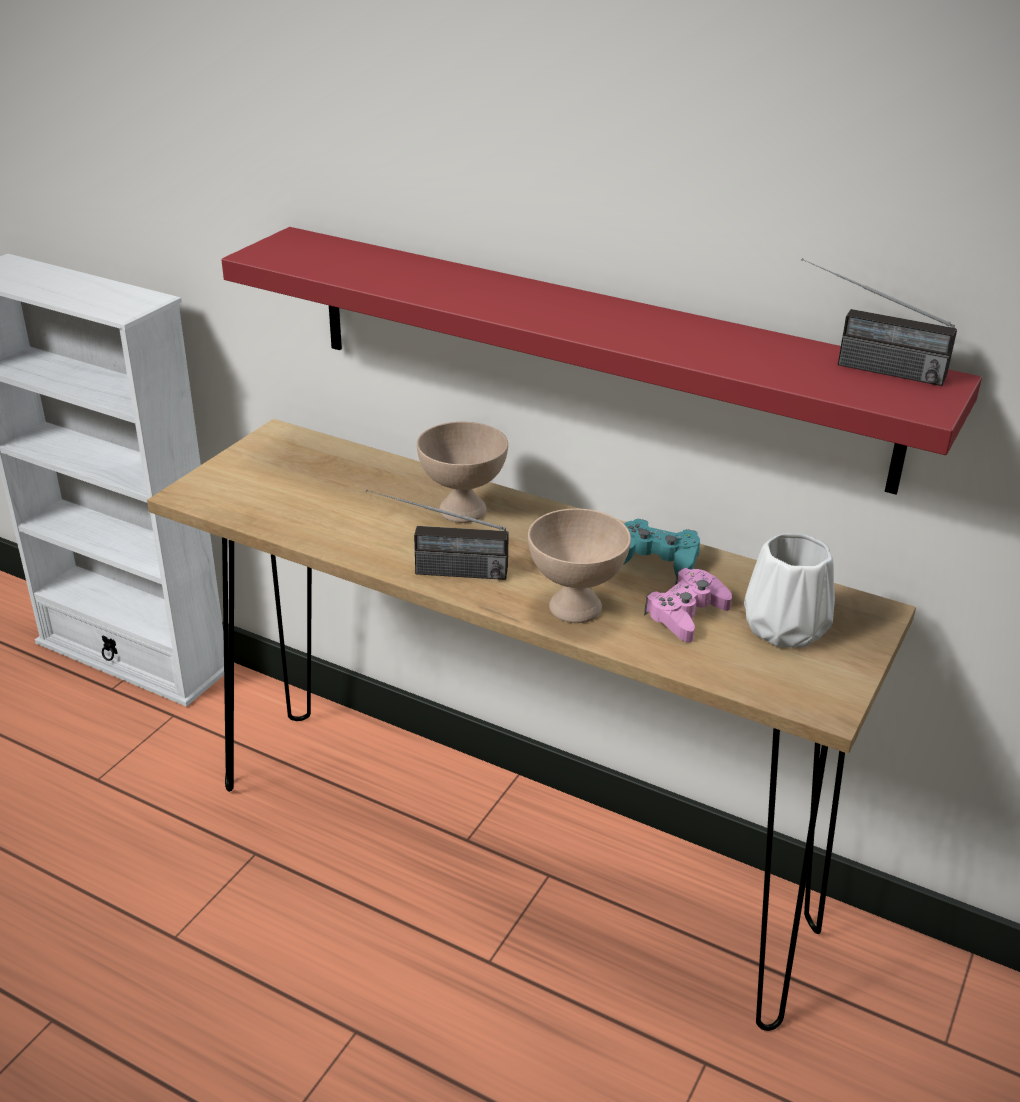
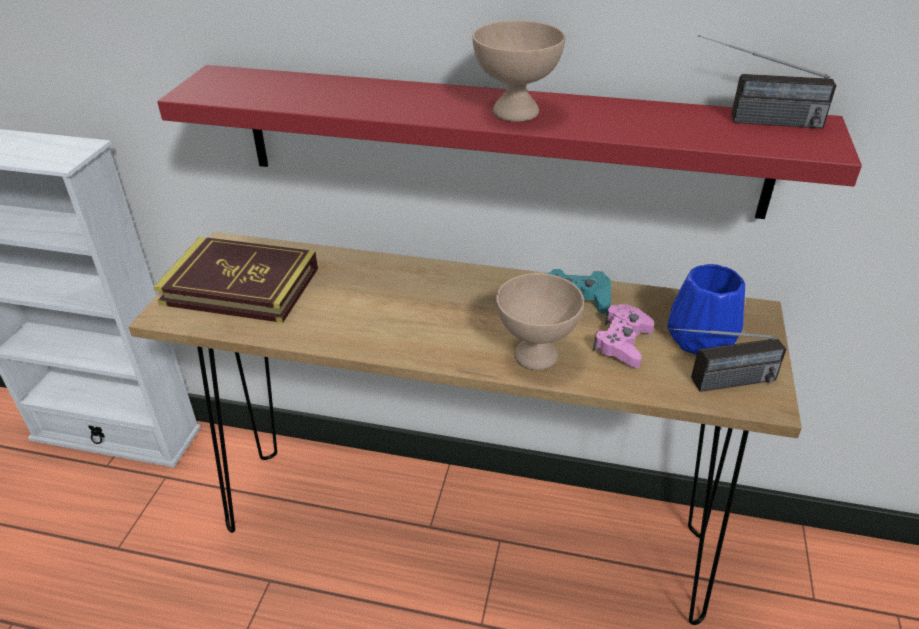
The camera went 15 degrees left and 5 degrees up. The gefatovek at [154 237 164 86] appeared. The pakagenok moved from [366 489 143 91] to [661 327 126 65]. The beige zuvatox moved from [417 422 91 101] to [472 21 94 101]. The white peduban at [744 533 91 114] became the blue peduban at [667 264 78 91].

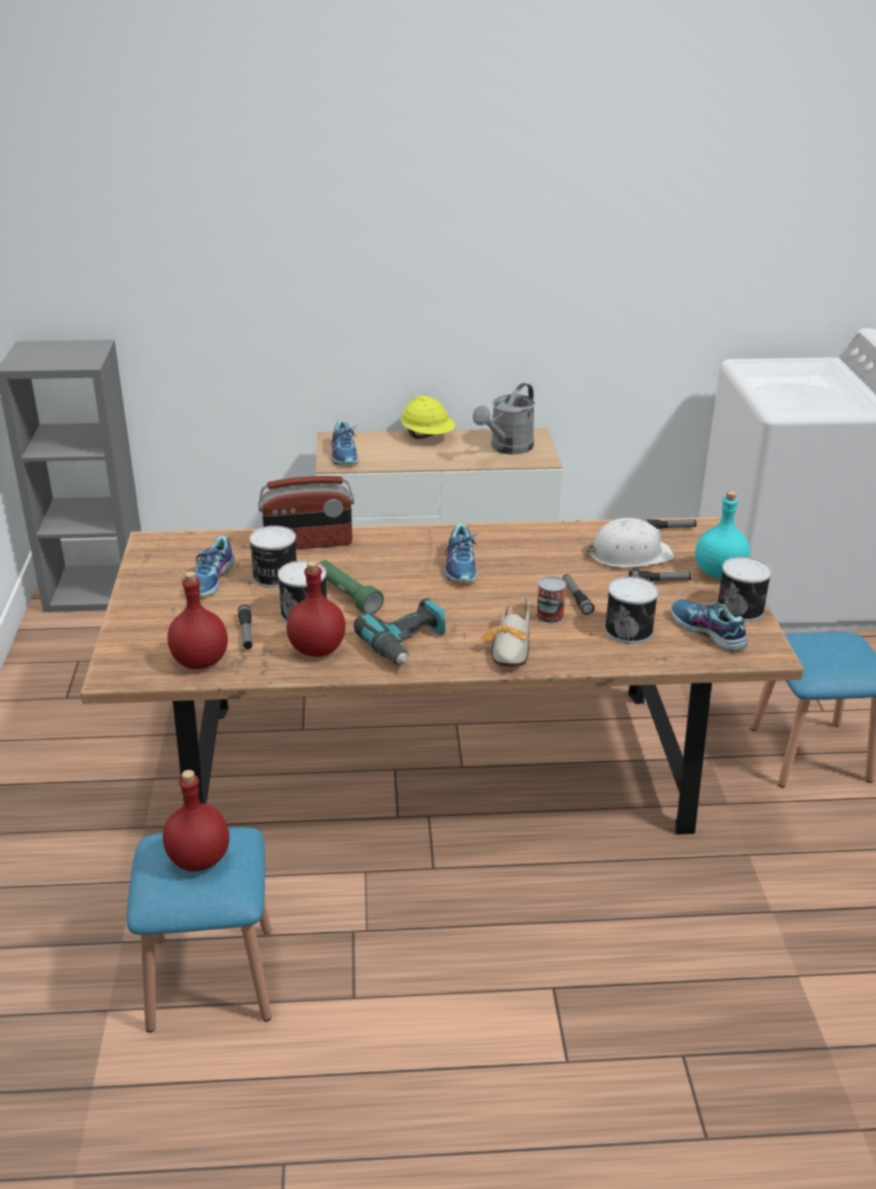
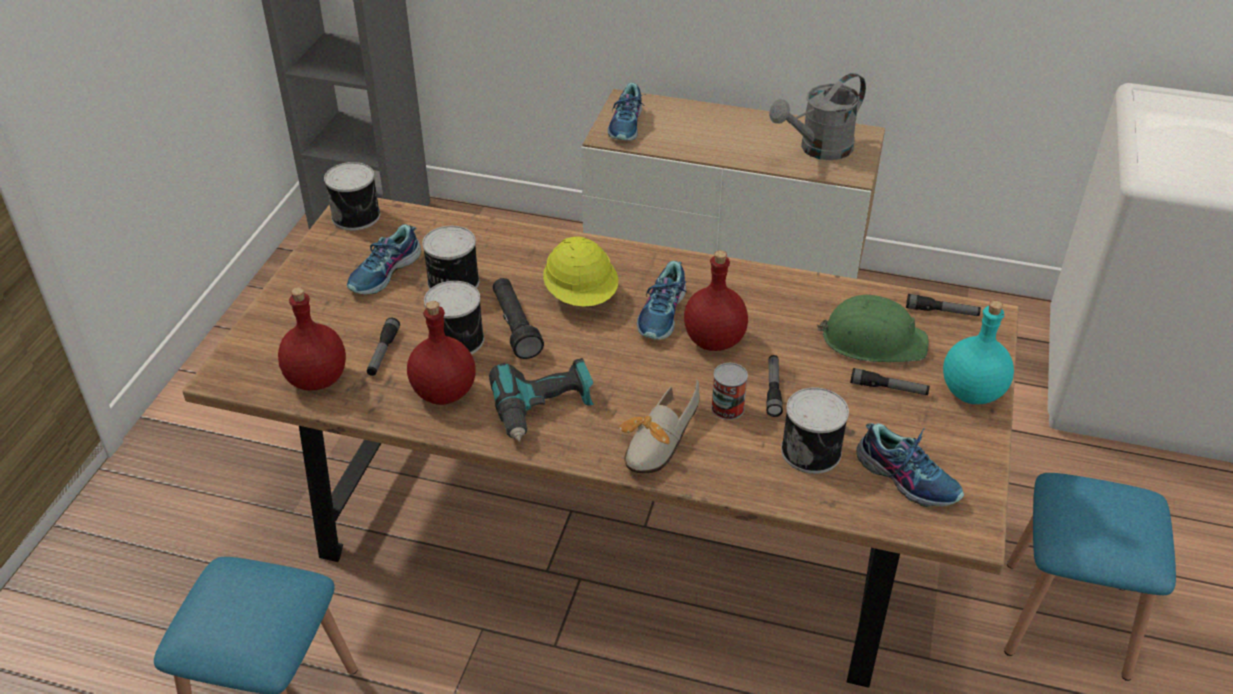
The camera went 20 degrees right and 10 degrees up. The pakagenok at [258 476 96 74] disappeared. The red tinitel moved from [163 770 66 101] to [684 250 64 101]. The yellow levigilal moved from [401 396 54 43] to [543 236 75 71]. The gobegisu moved from [717 557 55 65] to [324 162 56 68]. The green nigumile at [320 560 64 54] became the black nigumile at [493 278 51 81]. The white levigilal at [586 518 88 50] became the green levigilal at [817 295 112 67]. The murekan at [671 599 77 53] turned 150 degrees clockwise.

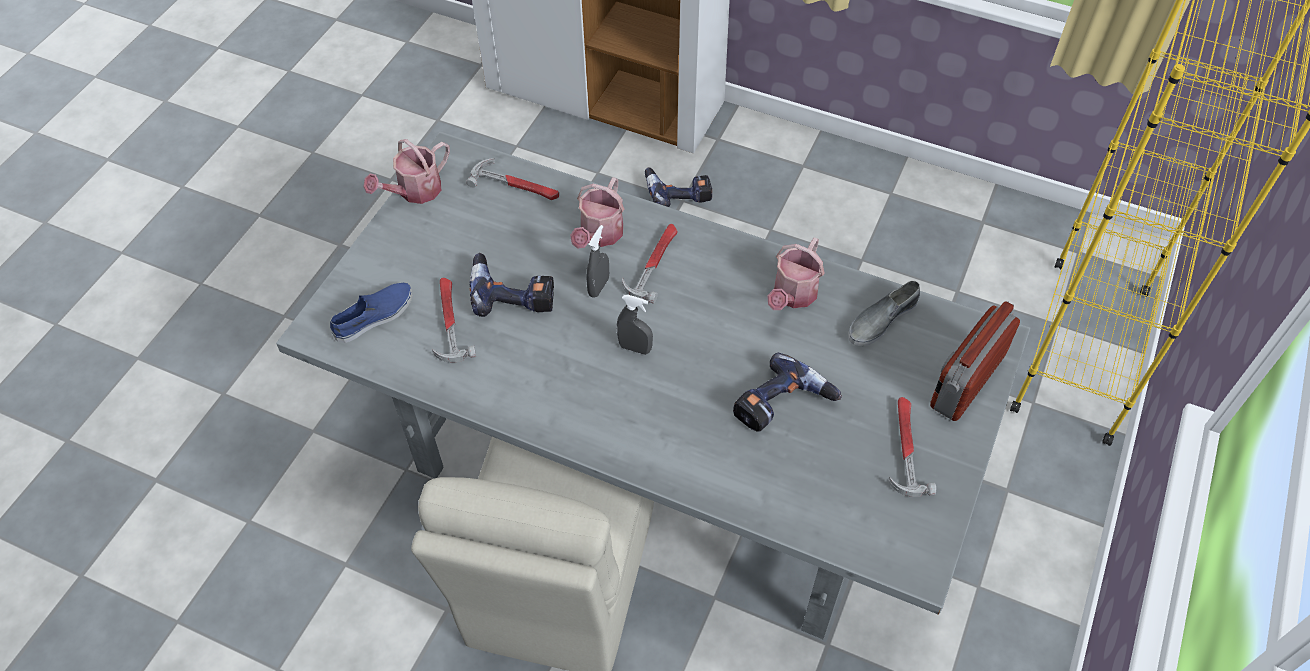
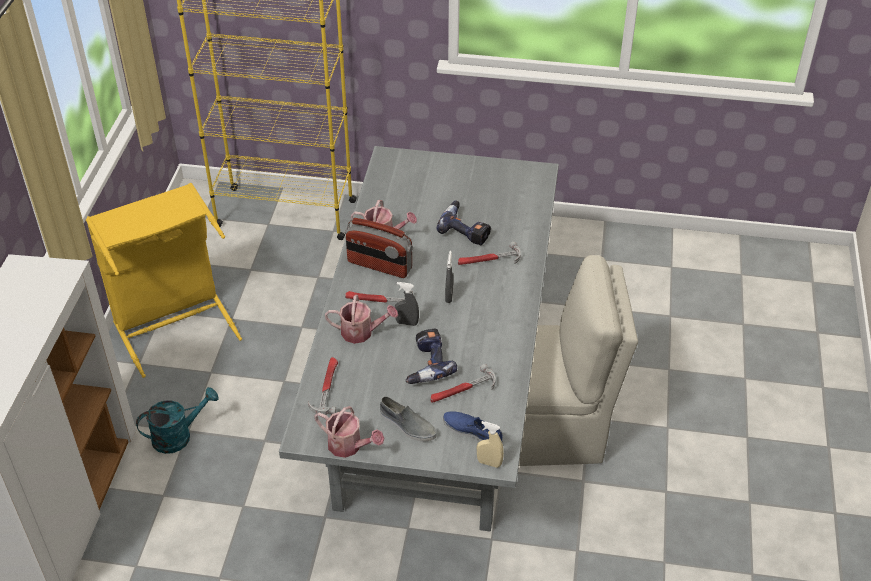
The camera went 105 degrees left and 10 degrees down. The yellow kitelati at [86 183 156 195] appeared. The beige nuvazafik at [477 421 27 47] appeared. The grey murekan moved from [848 280 72 66] to [380 396 56 46]. The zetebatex moved from [888 397 48 100] to [458 242 63 23]. The pakagenok moved from [930 301 90 120] to [345 218 68 60]. The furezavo at [645 168 67 39] was replaced by the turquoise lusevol at [136 387 83 67].

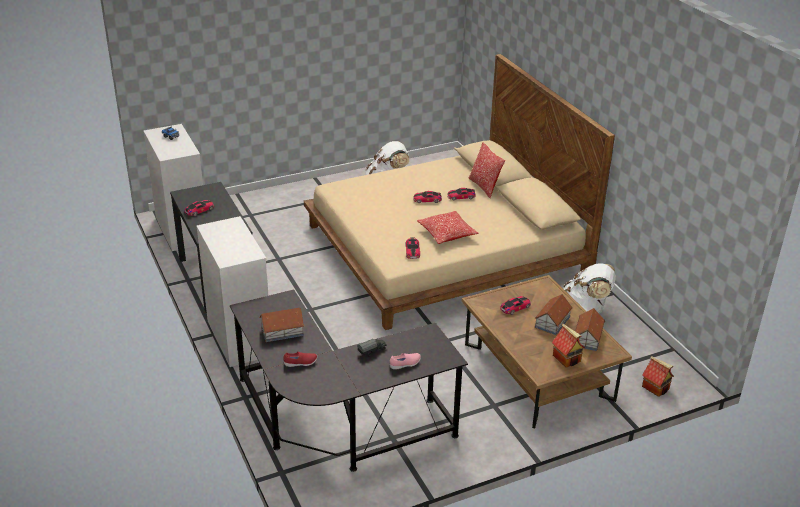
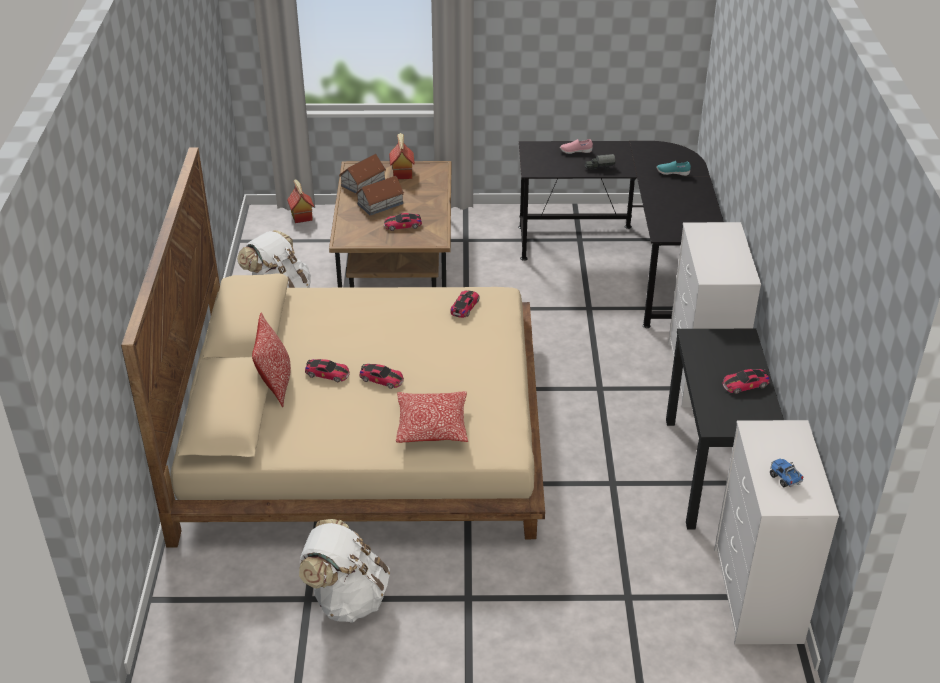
The camera went 155 degrees left and 5 degrees up. The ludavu at [259 308 45 34] disappeared. The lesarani moved from [417 211 61 33] to [396 391 72 52]. The red murekan at [283 352 34 15] became the turquoise murekan at [656 161 35 15].

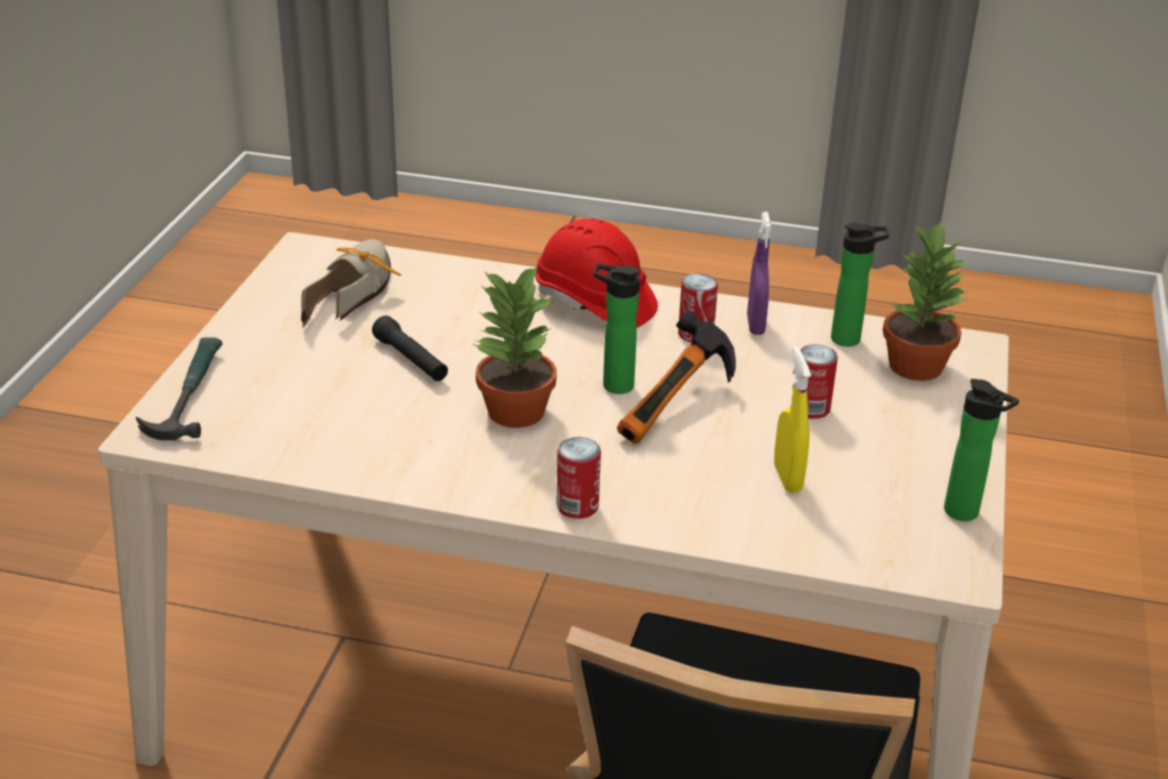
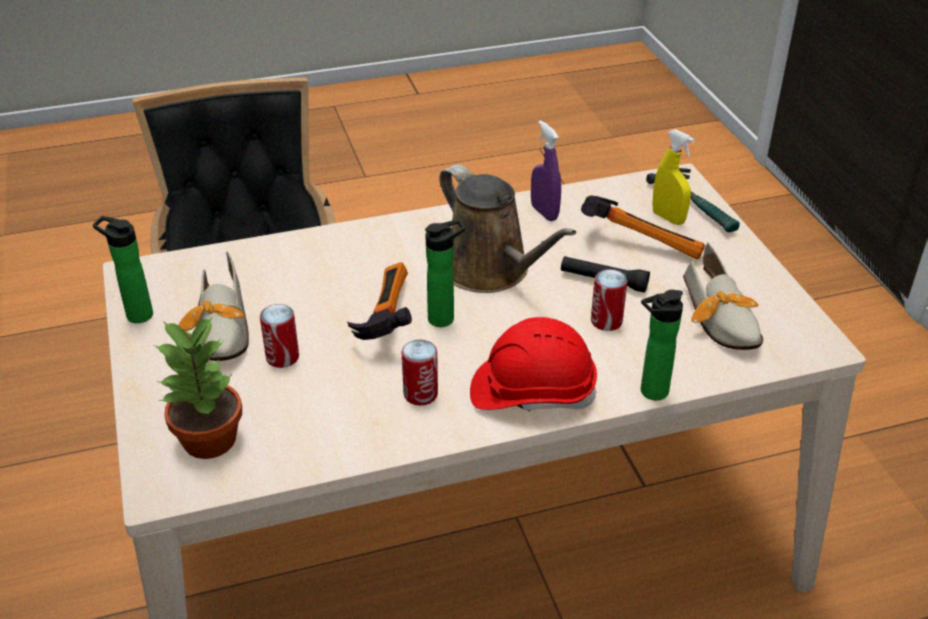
The camera went 150 degrees right and 5 degrees up. The murekan at [178 251 71 110] appeared. The zetebatex at [581 195 124 64] appeared. The gobegisu moved from [557 437 44 82] to [591 269 37 62]. The purple nuvazafik moved from [747 212 24 123] to [531 120 30 101]. The yellow nuvazafik moved from [774 346 37 147] to [652 129 43 96]. The tinitel moved from [831 223 58 124] to [641 290 42 110]. The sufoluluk at [473 265 84 163] was replaced by the brown lusevol at [439 164 137 129].

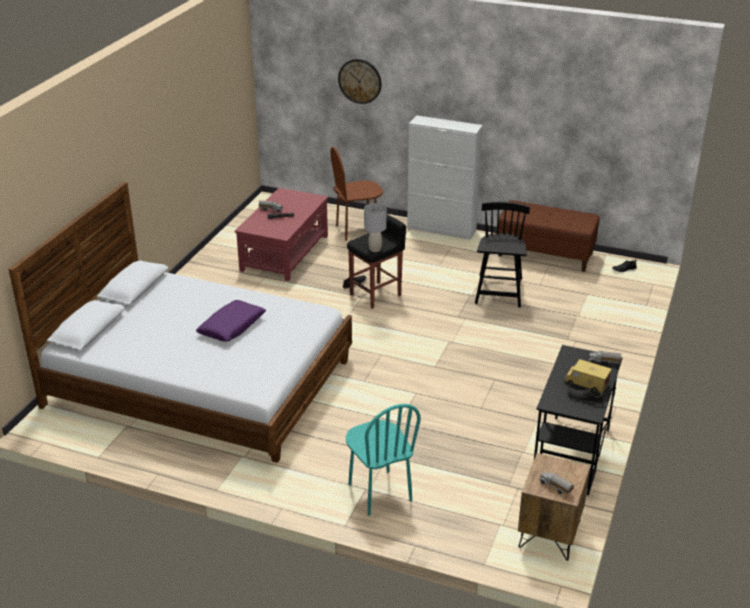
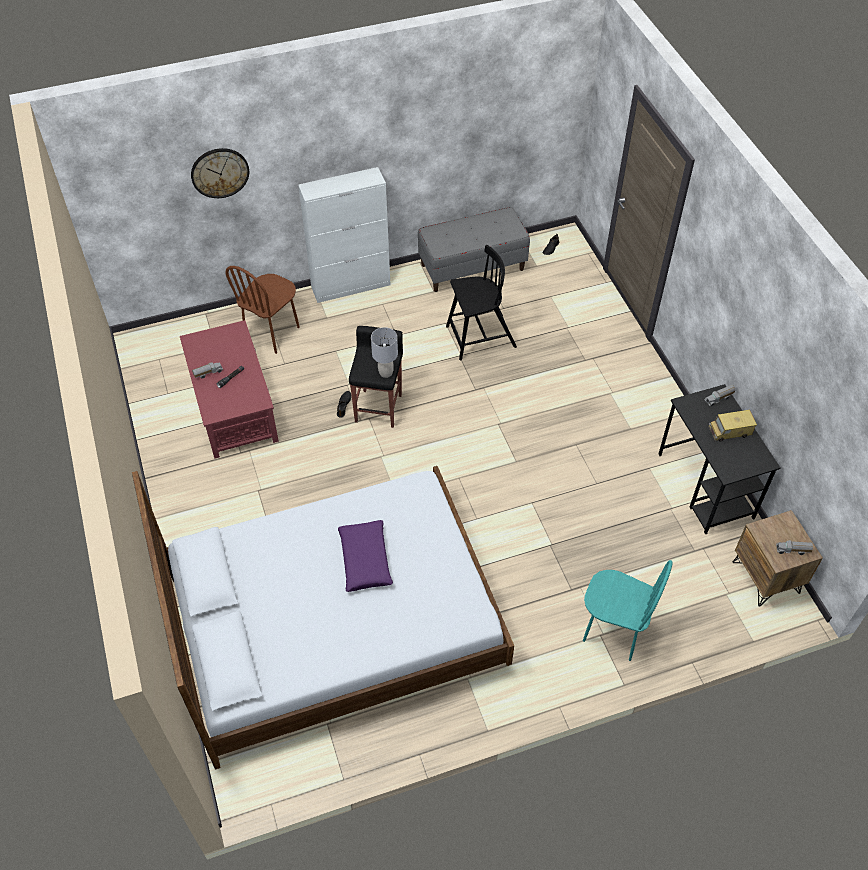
The camera went 40 degrees left and 20 degrees up. The black murekan at [567 388 37 17] disappeared. The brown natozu at [498 200 102 72] became the grey natozu at [418 207 112 85]. The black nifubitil at [475 202 55 106] turned 105 degrees clockwise.

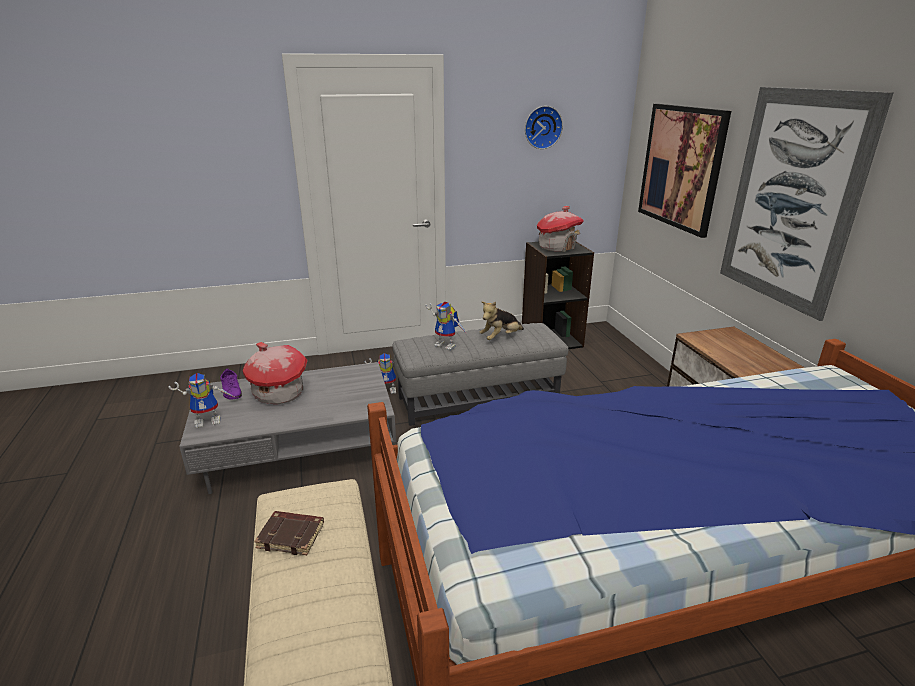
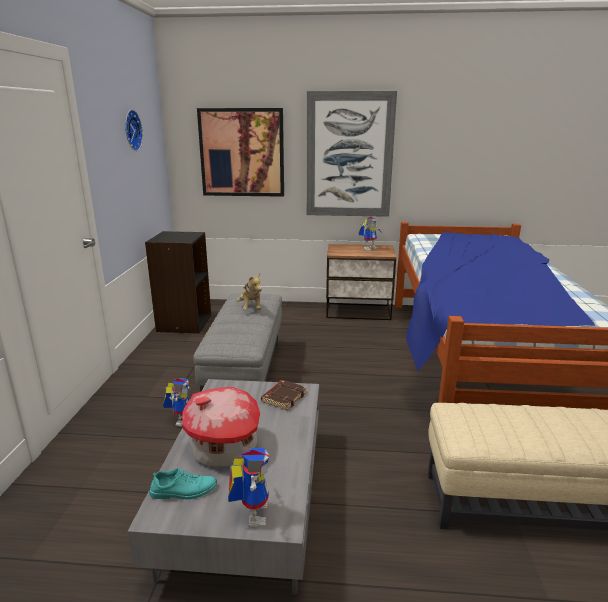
The camera went 70 degrees left and 5 degrees down. The ludavu at [537 206 47 46] disappeared. The brown gefatovek moved from [254 511 70 44] to [261 380 46 31]. The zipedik moved from [425 302 42 48] to [359 216 23 35]. The purple murekan at [220 368 22 31] became the turquoise murekan at [149 468 68 31].

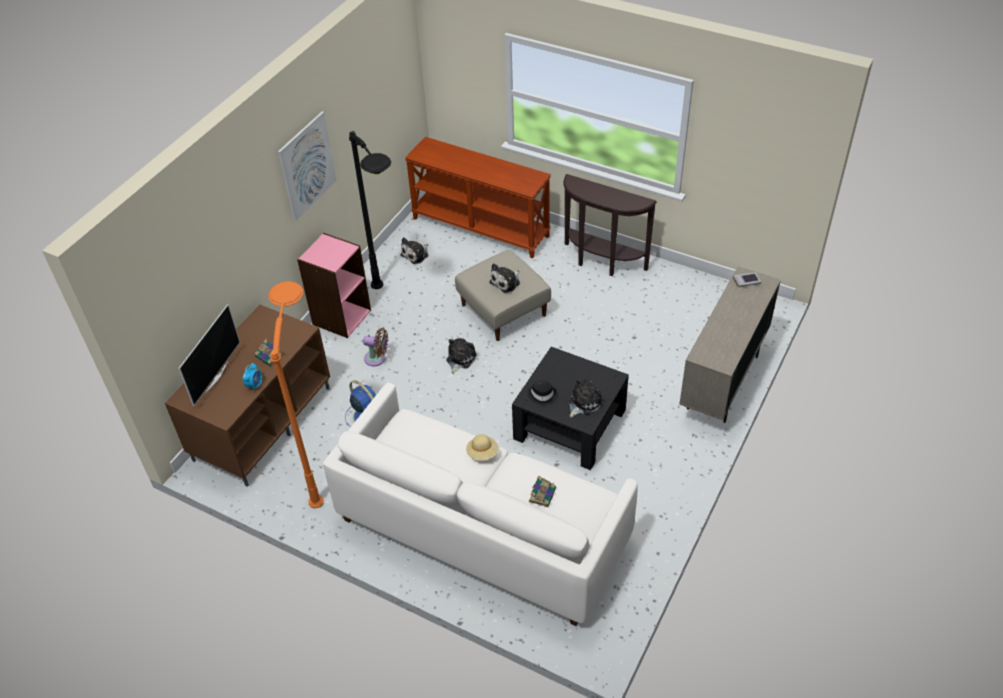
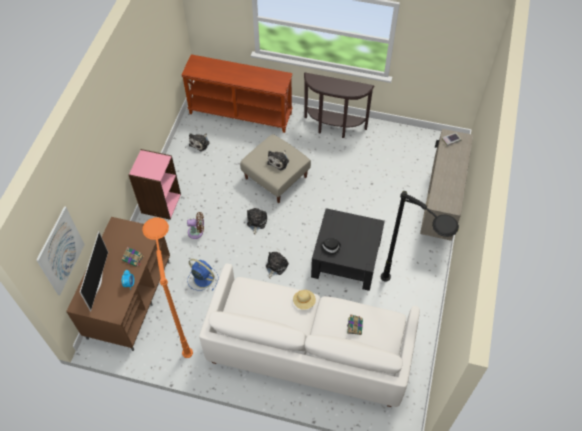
The camera went 15 degrees left and 10 degrees up. The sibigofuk moved from [278 111 59 110] to [36 206 49 89]. The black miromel moved from [349 131 42 158] to [381 191 78 91]. The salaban moved from [569 378 34 40] to [266 252 23 27].

